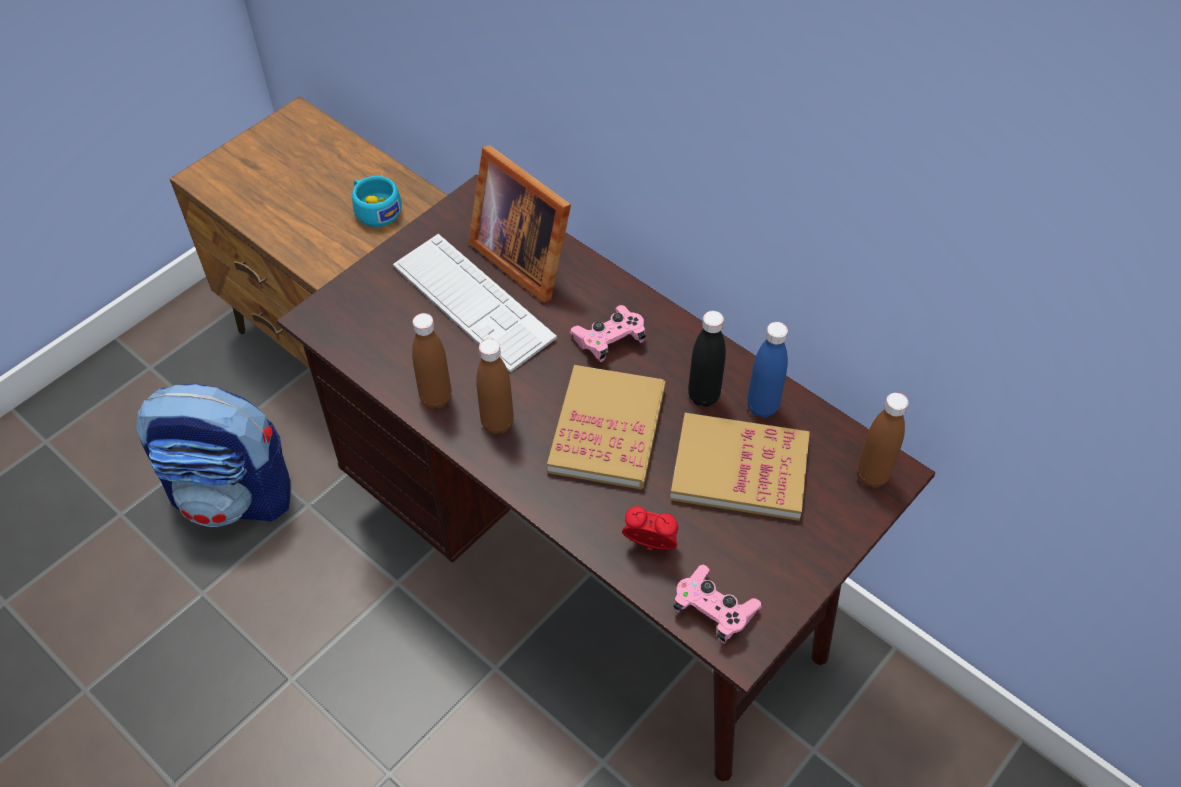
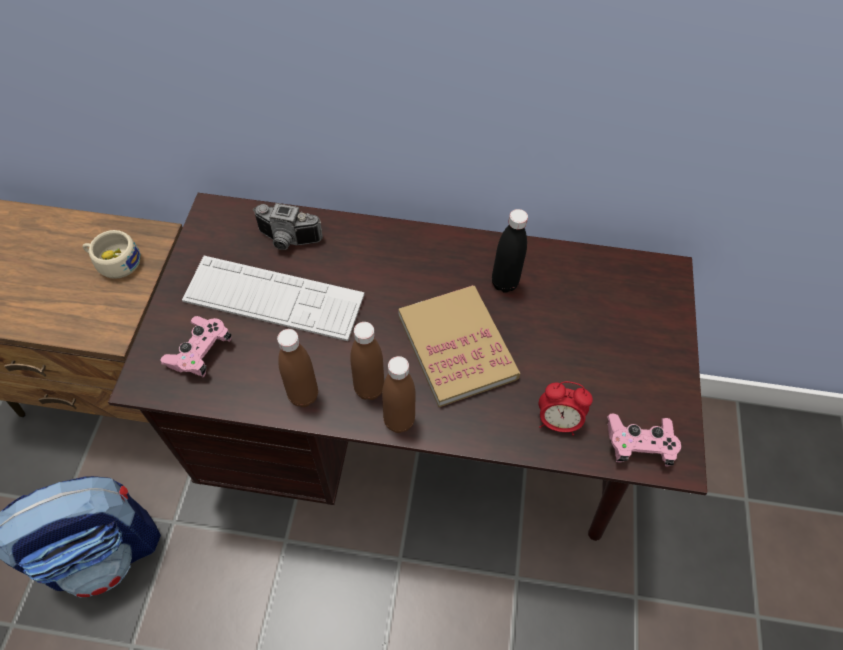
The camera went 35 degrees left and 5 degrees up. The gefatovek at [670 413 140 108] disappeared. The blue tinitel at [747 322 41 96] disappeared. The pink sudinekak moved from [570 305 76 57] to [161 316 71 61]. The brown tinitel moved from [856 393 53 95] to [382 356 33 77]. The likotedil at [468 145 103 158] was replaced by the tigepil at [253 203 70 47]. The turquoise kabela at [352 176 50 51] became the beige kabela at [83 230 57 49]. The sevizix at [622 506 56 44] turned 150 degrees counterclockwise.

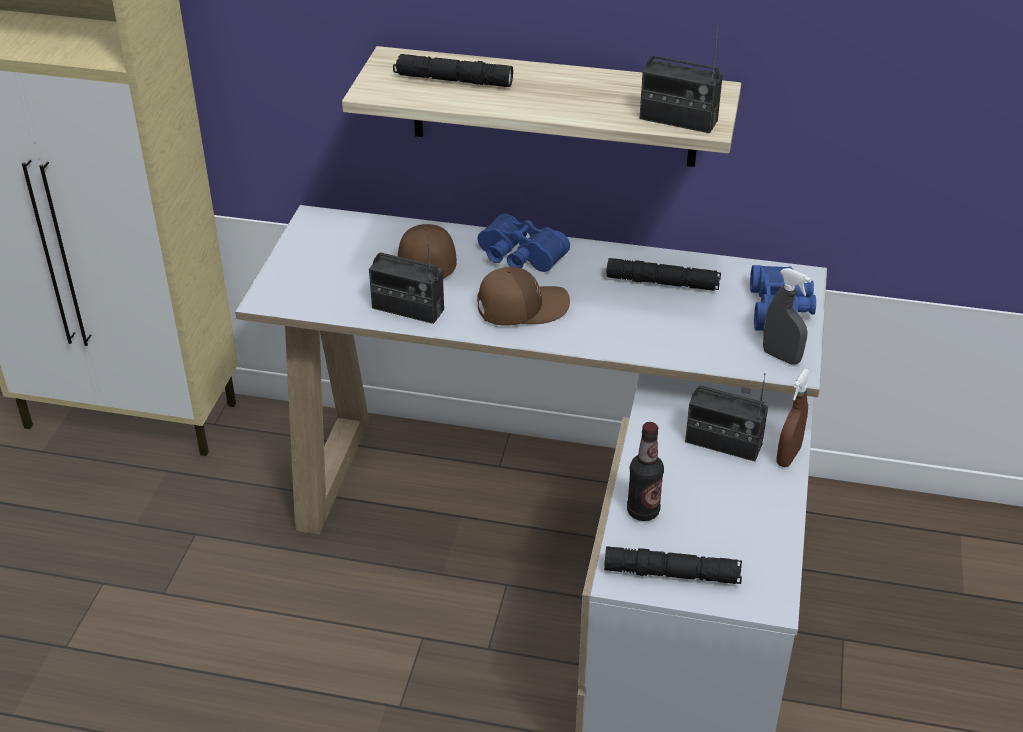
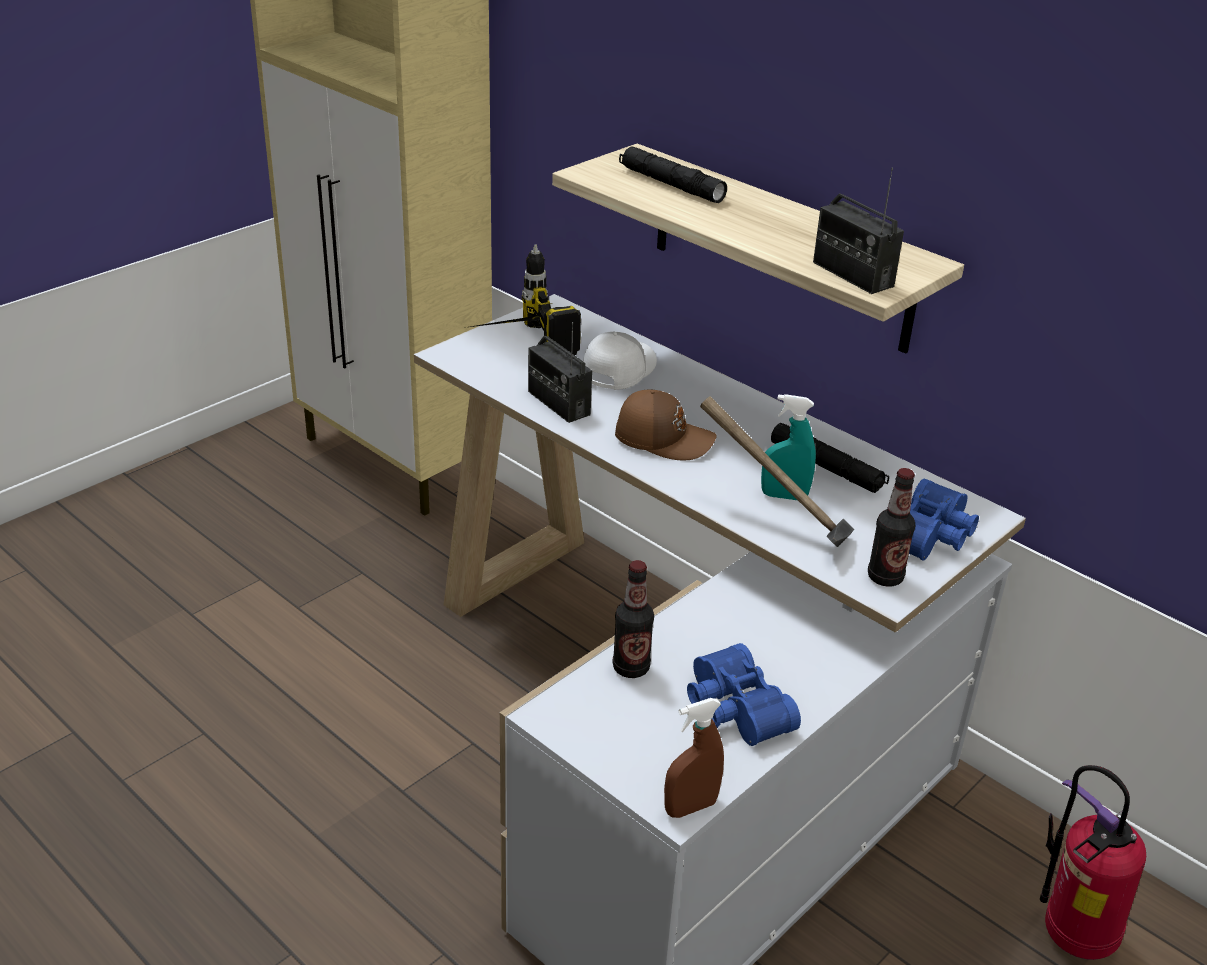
The camera went 30 degrees right and 5 degrees down. The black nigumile at [604 546 138 38] disappeared. The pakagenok at [685 373 83 89] disappeared. The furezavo at [464 245 117 110] appeared. The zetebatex at [700 397 154 150] appeared. The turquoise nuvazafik at [761 394 55 106] appeared. The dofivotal at [1040 765 106 195] appeared. The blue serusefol moved from [478 214 92 58] to [687 643 114 103]. The brown nuvazafik moved from [776 369 35 98] to [664 698 60 120]. The grey nuvazafik at [763 268 49 97] was replaced by the tinitel at [868 468 47 119]. The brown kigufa at [398 224 59 55] became the white kigufa at [583 332 74 58].

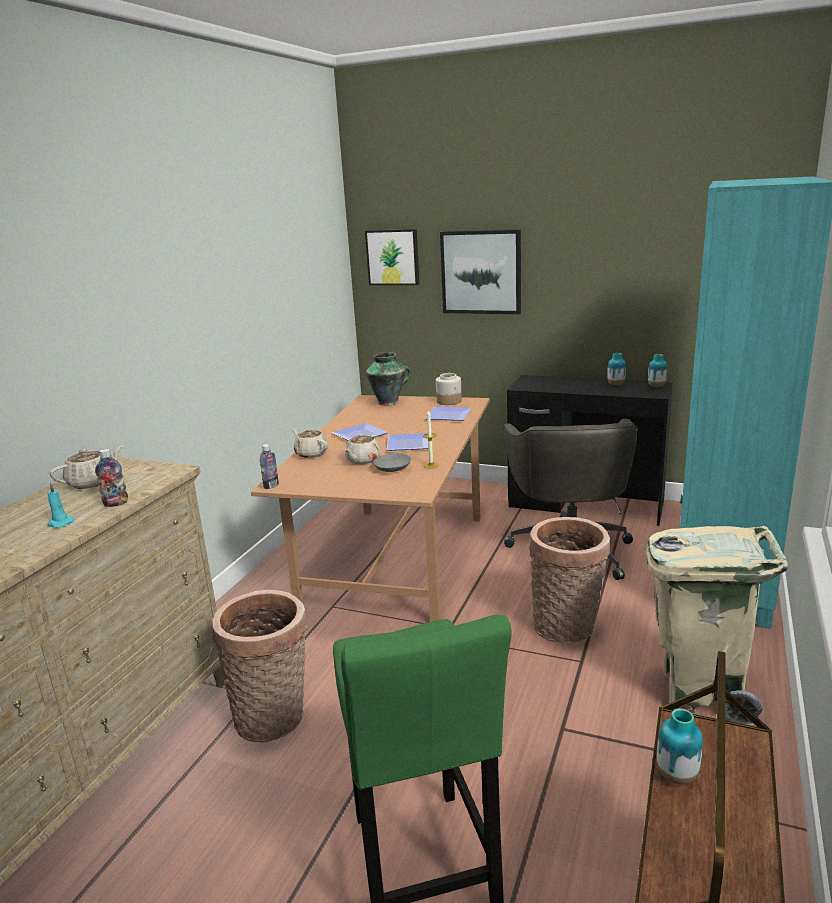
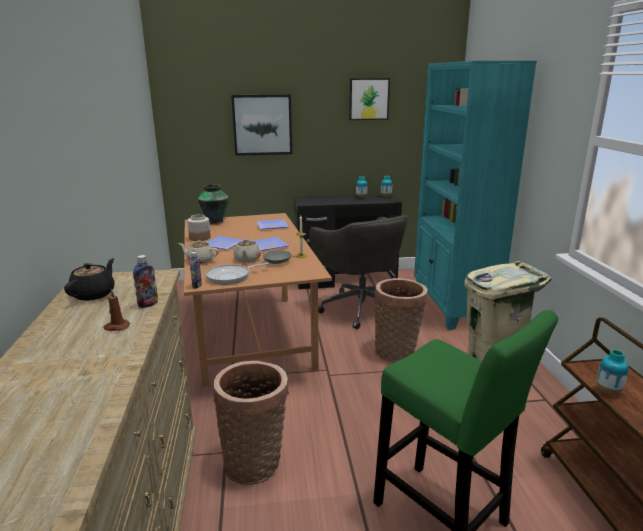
The camera went 30 degrees left and 0 degrees up. The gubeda at [206 263 63 22] appeared. The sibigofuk moved from [365 229 55 56] to [349 78 41 42]. The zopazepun moved from [436 373 26 32] to [187 214 24 27]. The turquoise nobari at [47 483 27 45] became the brown nobari at [103 289 27 42]. The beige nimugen at [50 446 73 43] became the black nimugen at [64 258 51 43].

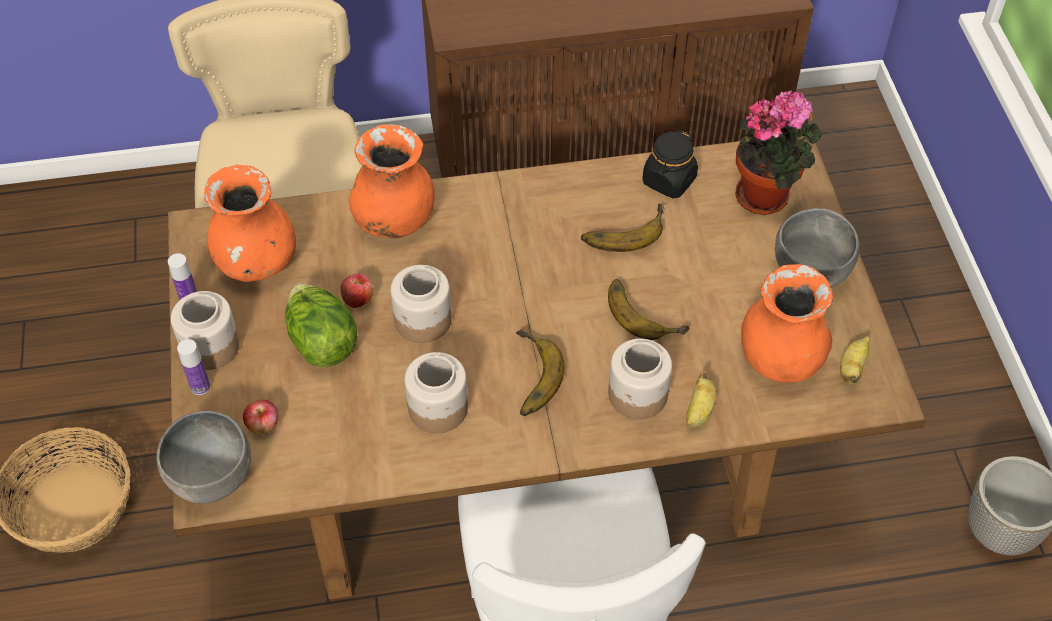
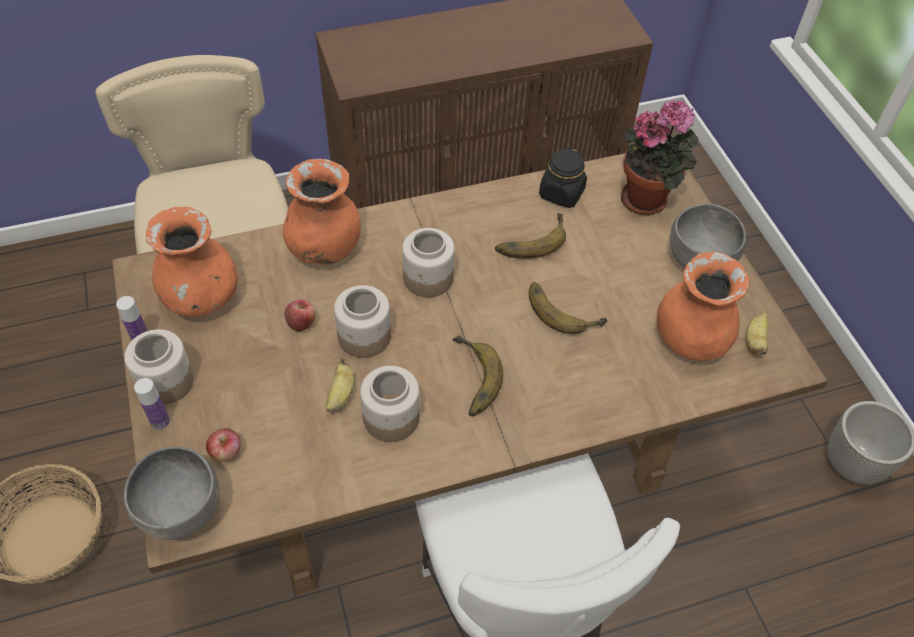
The camera went 10 degrees left and 0 degrees up. The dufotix at [285 283 72 84] disappeared. The zopazepun moved from [608 339 64 80] to [402 228 53 69]. The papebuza moved from [686 371 30 57] to [326 358 28 54].

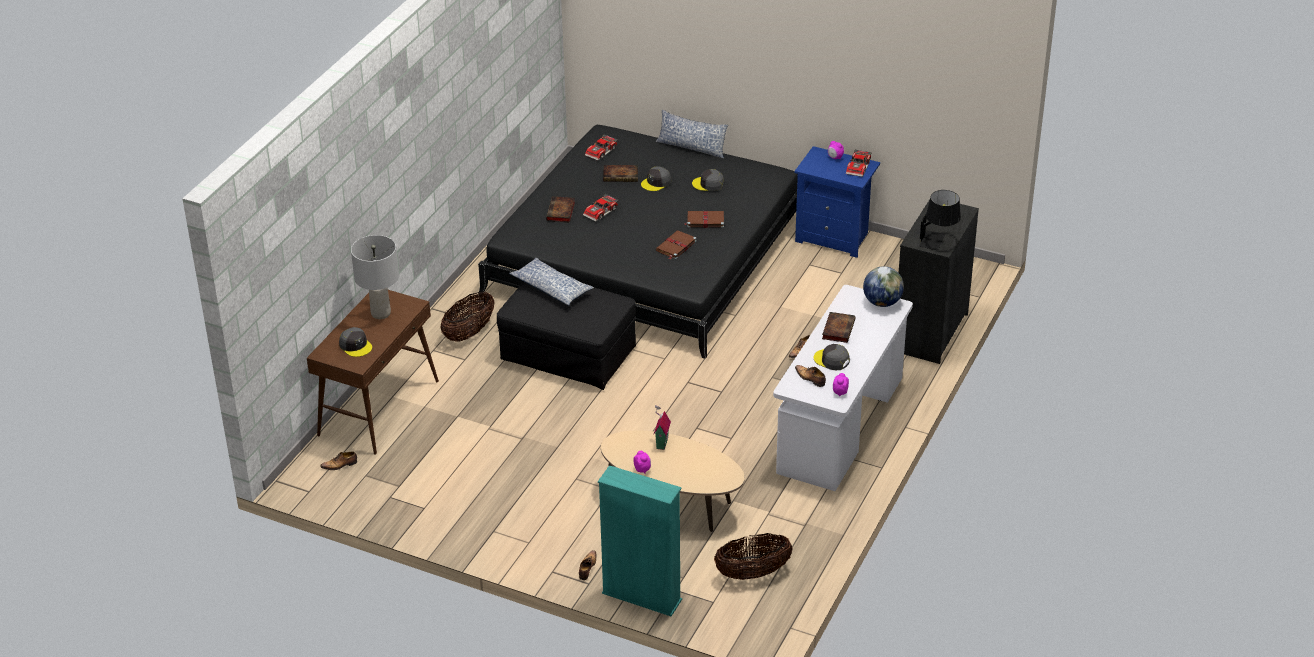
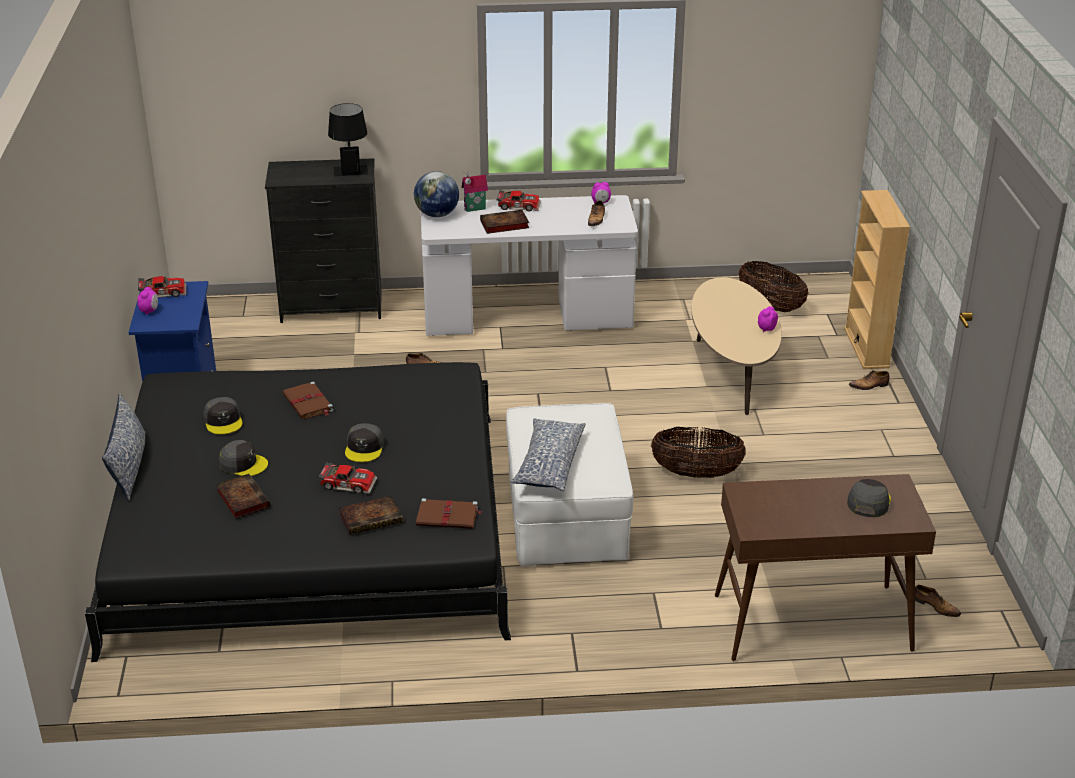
The camera went 120 degrees left and 5 degrees down. The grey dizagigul at [351 235 48 84] disappeared. The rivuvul moved from [440 291 55 51] to [651 427 95 51]. The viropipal moved from [585 134 33 27] to [497 190 44 21]. The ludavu moved from [654 405 17 45] to [461 171 27 41]. The brown gefatovek moved from [656 231 41 28] to [416 498 66 31]. The grey kigufa moved from [814 344 36 26] to [345 423 39 39]. The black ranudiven at [497 282 139 108] became the white ranudiven at [506 403 127 164]. The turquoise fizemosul at [598 465 84 151] became the beige fizemosul at [844 190 66 179].

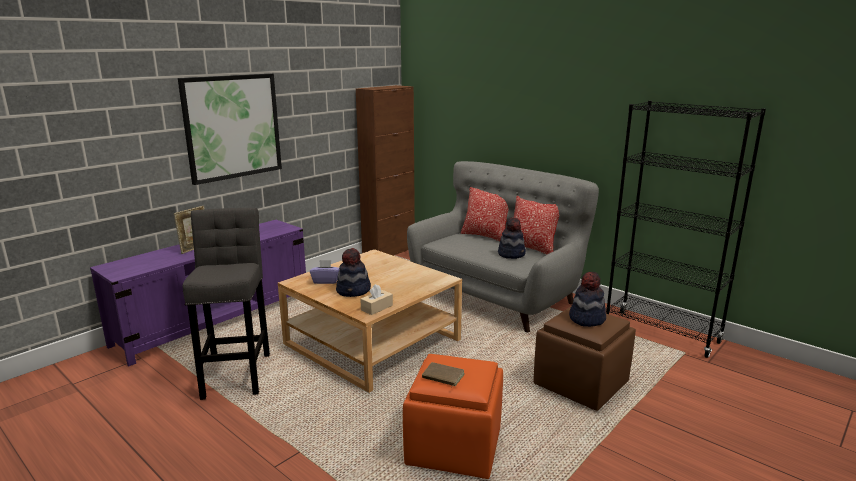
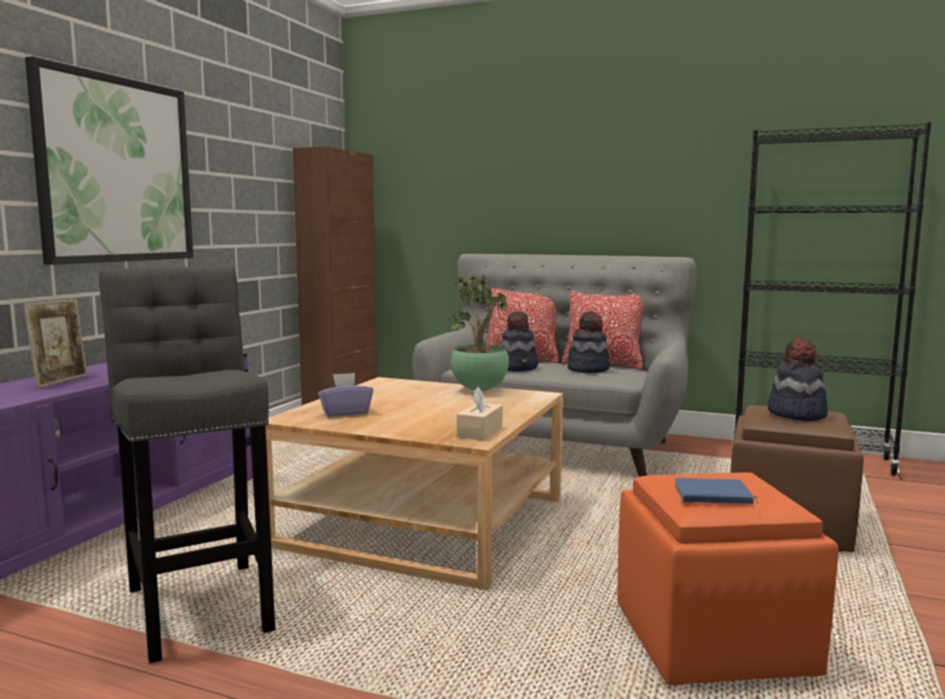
The camera went 20 degrees left and 10 degrees down. The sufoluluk at [448 275 61 116] appeared. The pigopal moved from [336 248 35 49] to [500 311 38 61]. The brown gefatovek at [422 362 43 26] became the blue gefatovek at [675 478 83 26].

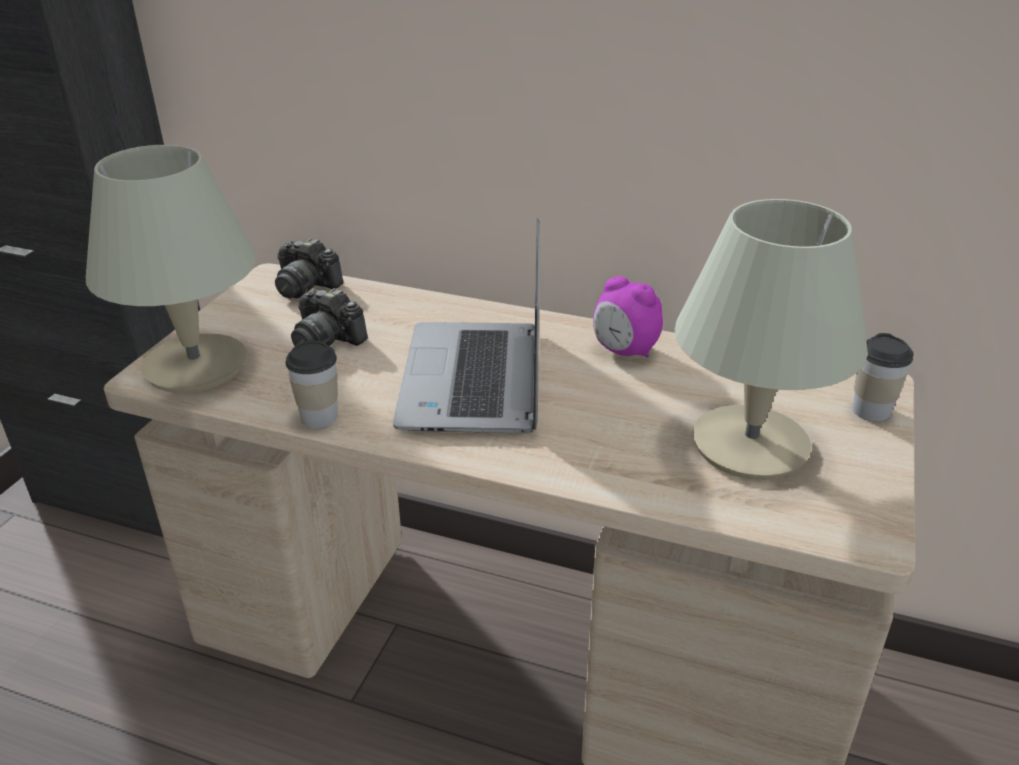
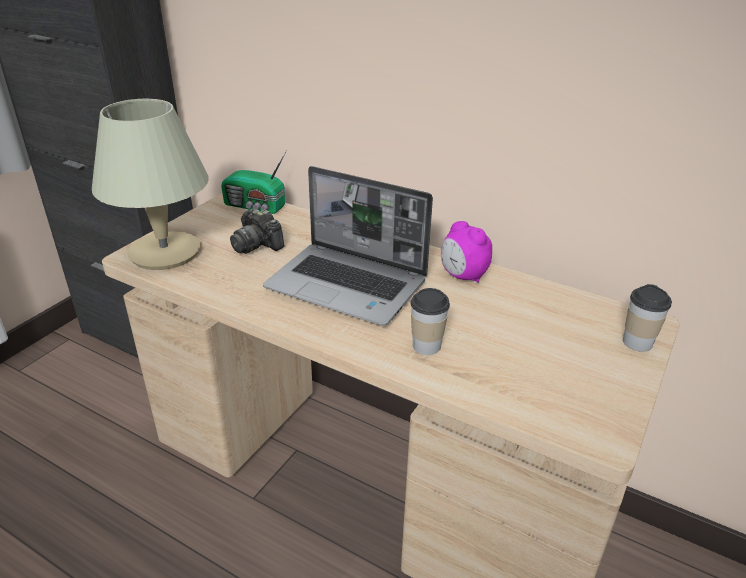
The camera went 10 degrees right and 0 degrees up. The beige dizagigul at [674 199 194 281] disappeared. The kabela moved from [285 341 53 87] to [410 288 40 67]. The tigepil at [275 238 68 61] was replaced by the pakagenok at [221 150 66 64]. The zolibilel at [393 218 147 216] turned 75 degrees counterclockwise.

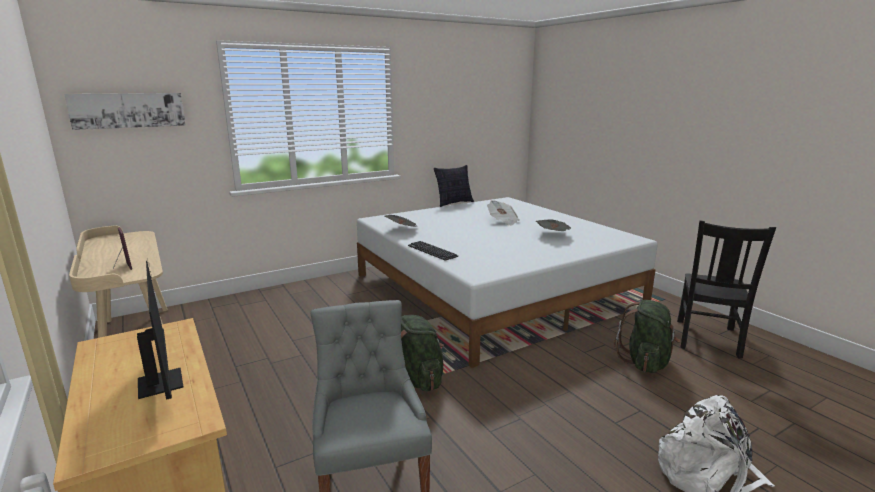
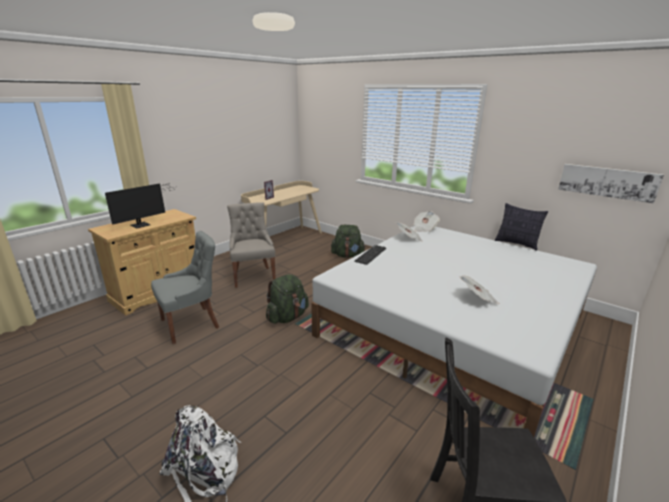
The camera went 70 degrees right and 5 degrees up. The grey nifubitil at [227 202 49 86] appeared. The sibigofuk moved from [64 93 122 37] to [558 164 106 39]. The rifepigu moved from [487 200 32 26] to [413 211 27 21]. The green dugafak moved from [614 300 67 73] to [331 225 35 33].

